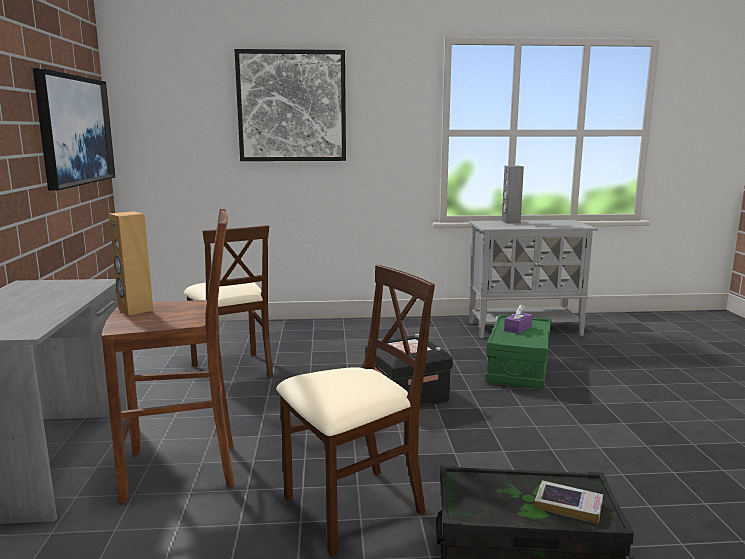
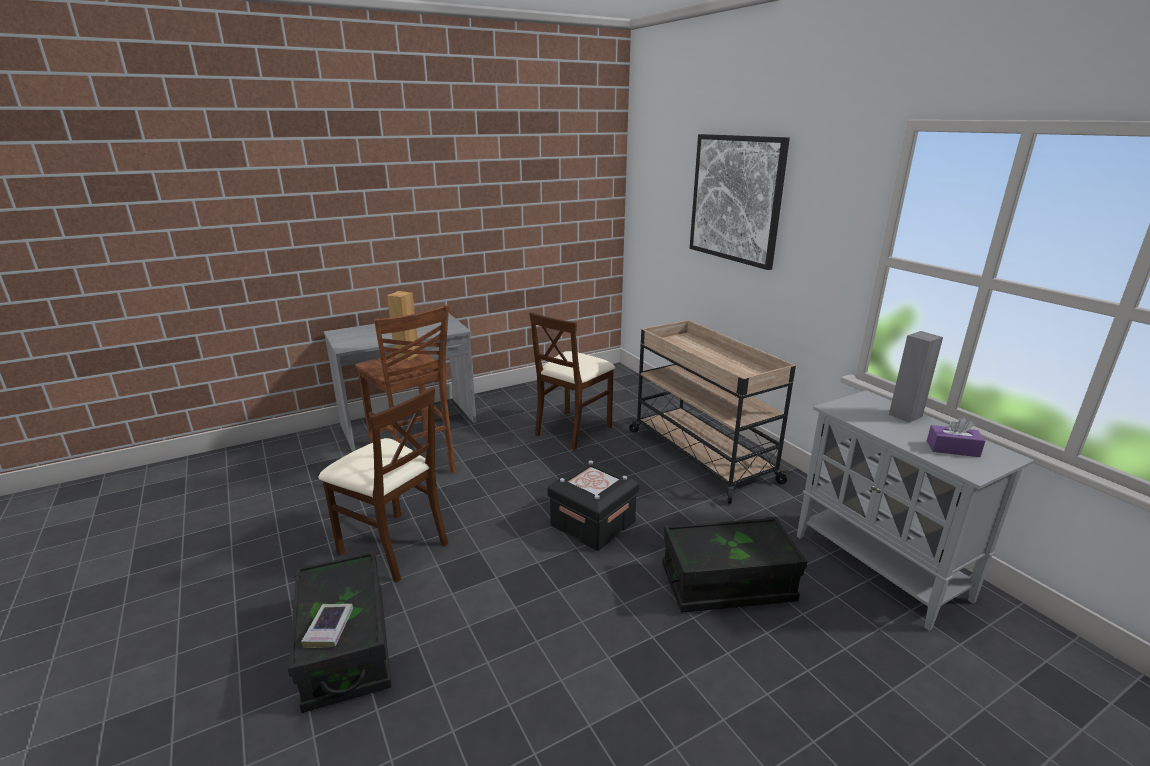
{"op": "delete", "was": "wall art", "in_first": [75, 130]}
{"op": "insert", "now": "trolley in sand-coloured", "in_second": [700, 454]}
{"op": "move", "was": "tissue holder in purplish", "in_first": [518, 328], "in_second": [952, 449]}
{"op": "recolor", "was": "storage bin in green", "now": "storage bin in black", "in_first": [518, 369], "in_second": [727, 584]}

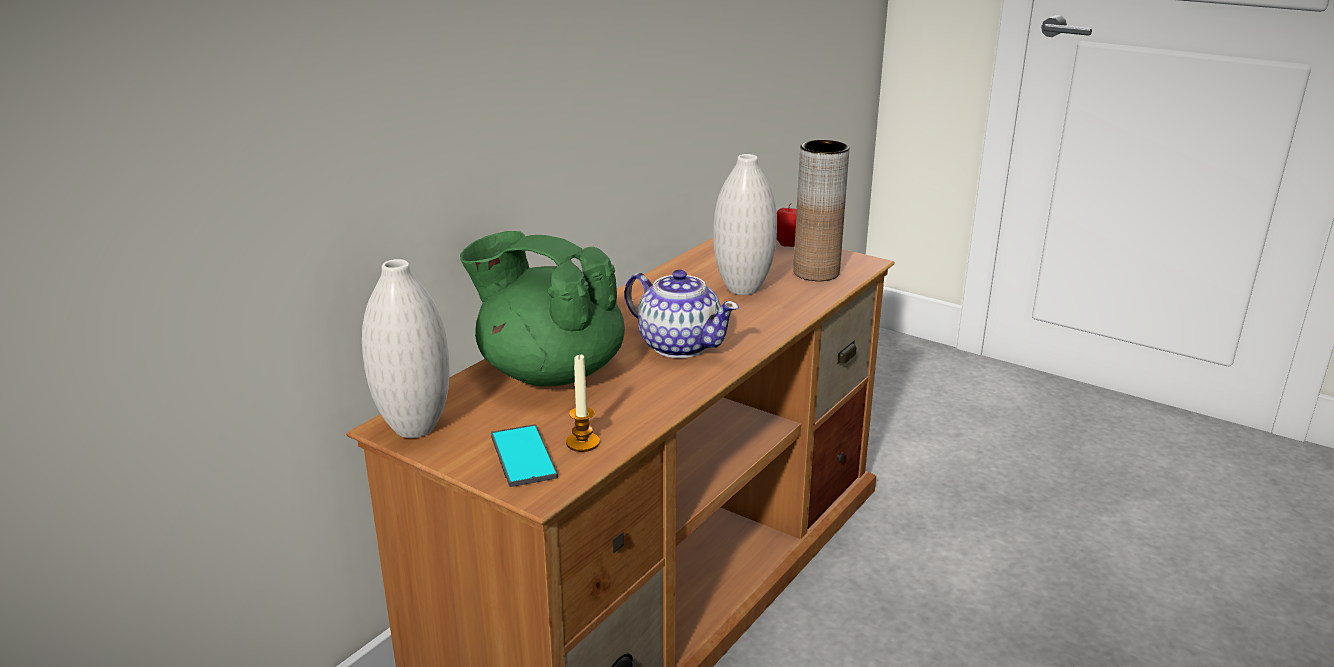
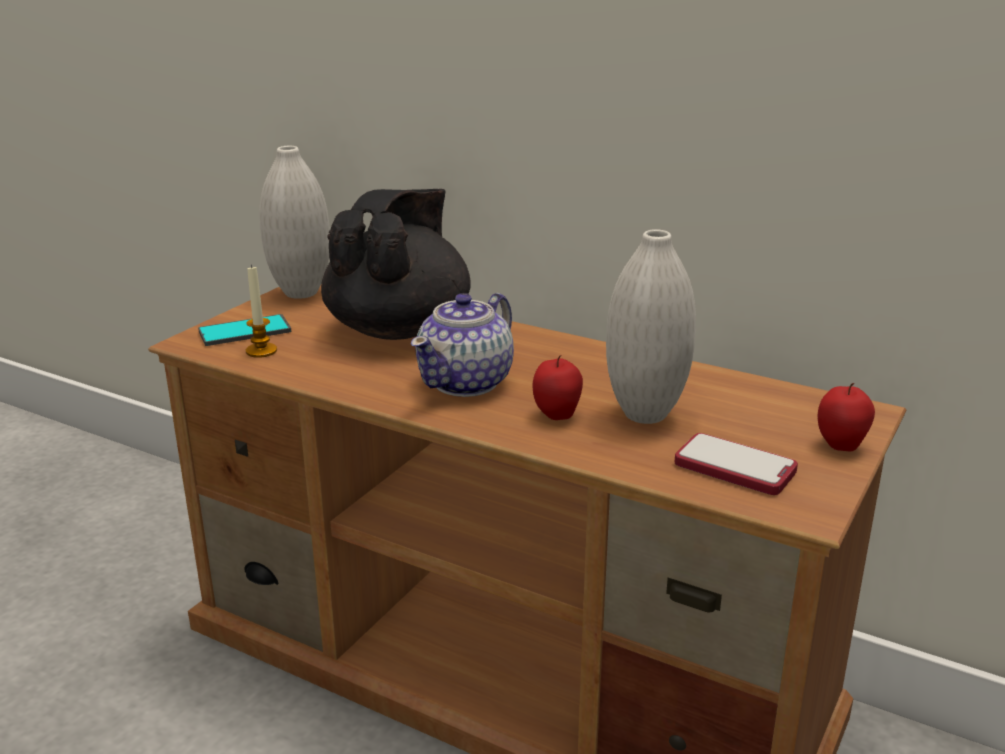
{"op": "insert", "now": "apple", "in_second": [557, 415]}
{"op": "replace", "was": "vase in brownish", "now": "phone", "in_first": [816, 273], "in_second": [734, 467]}
{"op": "recolor", "was": "pot for tea in green", "now": "pot for tea in black", "in_first": [549, 372], "in_second": [399, 328]}

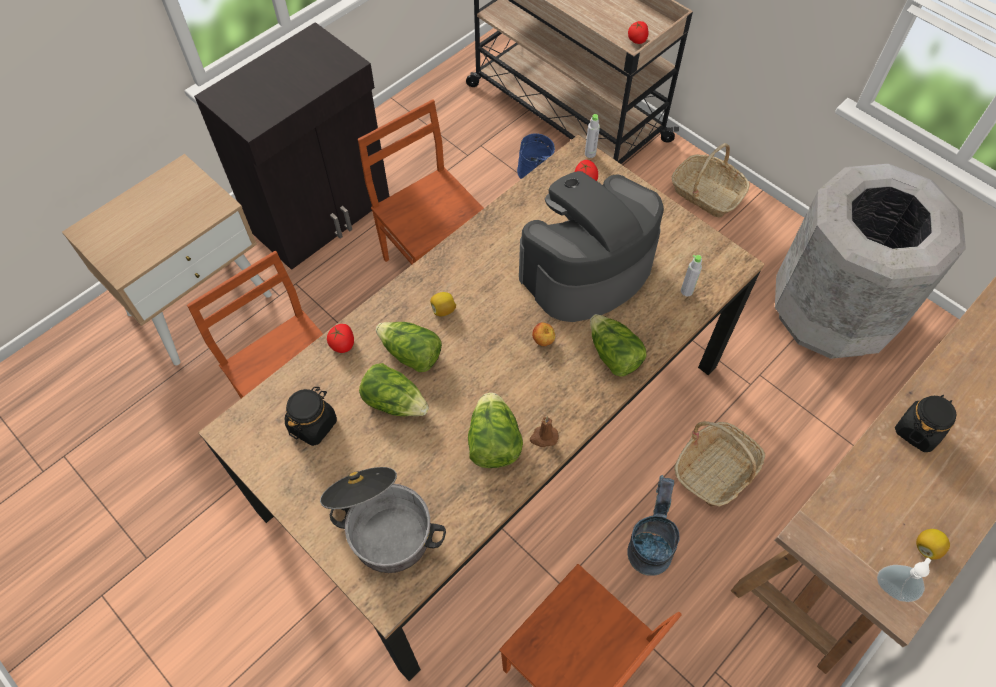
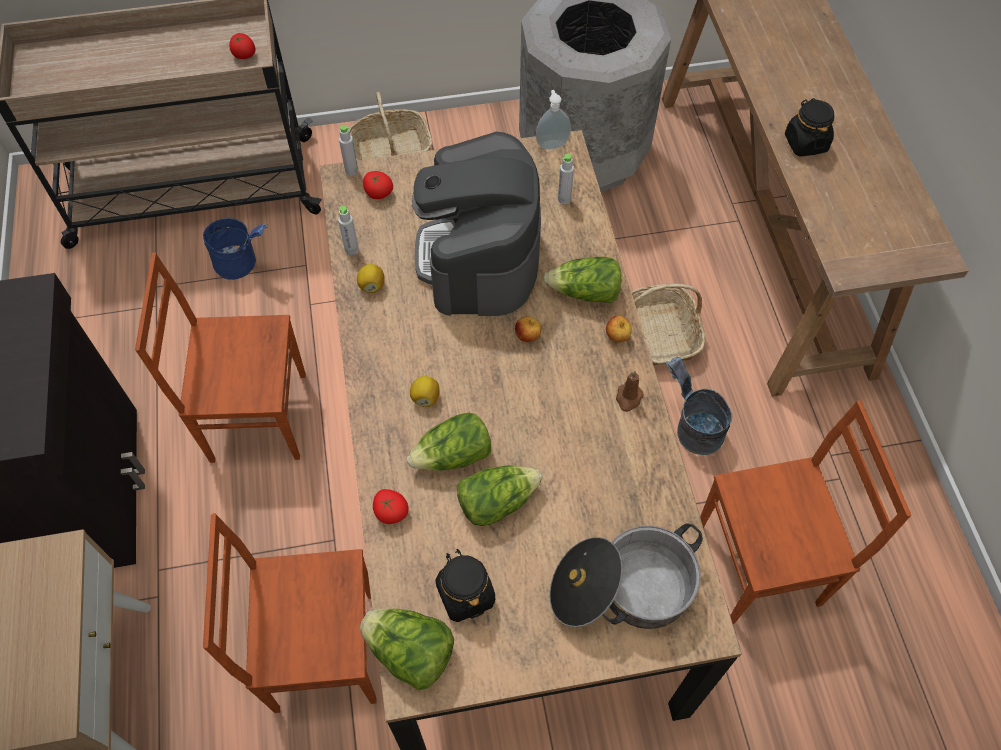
{"op": "insert", "now": "beverage bottle in greyish", "in_second": [351, 249]}
{"op": "insert", "now": "apple", "in_second": [617, 337]}
{"op": "move", "was": "lettuce", "in_first": [493, 442], "in_second": [410, 653]}
{"op": "move", "was": "soap bottle", "in_first": [891, 588], "in_second": [552, 144]}
{"op": "move", "was": "citrus fruit", "in_first": [926, 547], "in_second": [372, 286]}

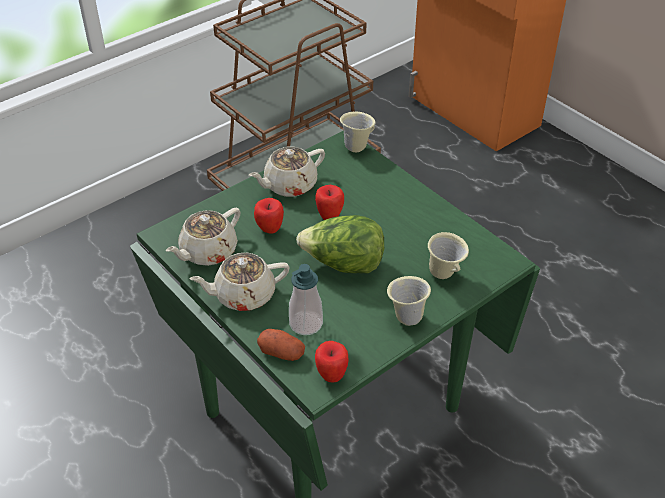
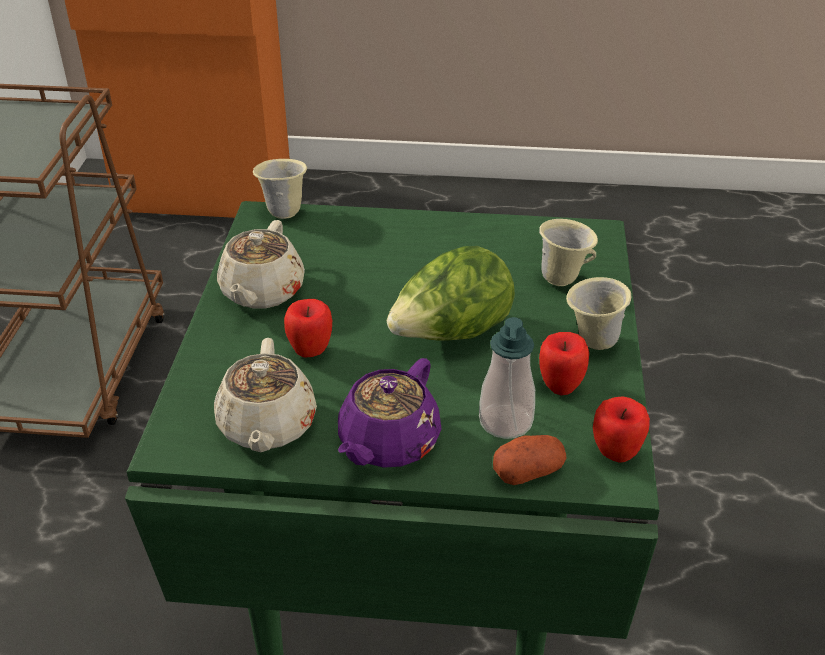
{"op": "move", "was": "apple", "in_first": [329, 216], "in_second": [560, 386]}
{"op": "recolor", "was": "pot for tea in sand-coloured", "now": "pot for tea in purplish", "in_first": [243, 295], "in_second": [387, 443]}

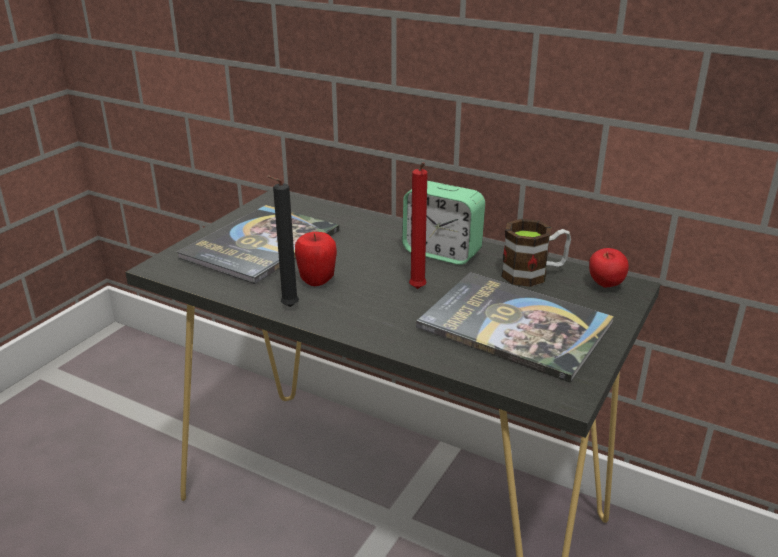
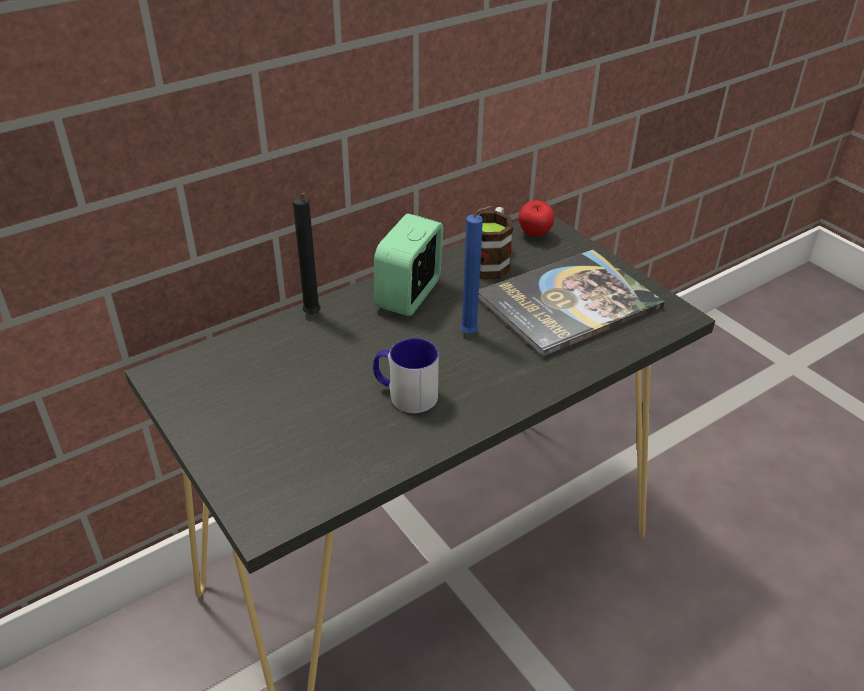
{"op": "delete", "was": "book", "in_first": [261, 245]}
{"op": "move", "was": "wax candle in black", "in_first": [287, 308], "in_second": [312, 316]}
{"op": "replace", "was": "apple", "now": "tea mug", "in_first": [317, 281], "in_second": [405, 394]}
{"op": "recolor", "was": "wax candle in red-coloured", "now": "wax candle in blue-coloured", "in_first": [418, 290], "in_second": [472, 334]}
{"op": "rotate", "was": "table clock", "in_first": [442, 252], "in_second": [409, 295], "clockwise": 150}

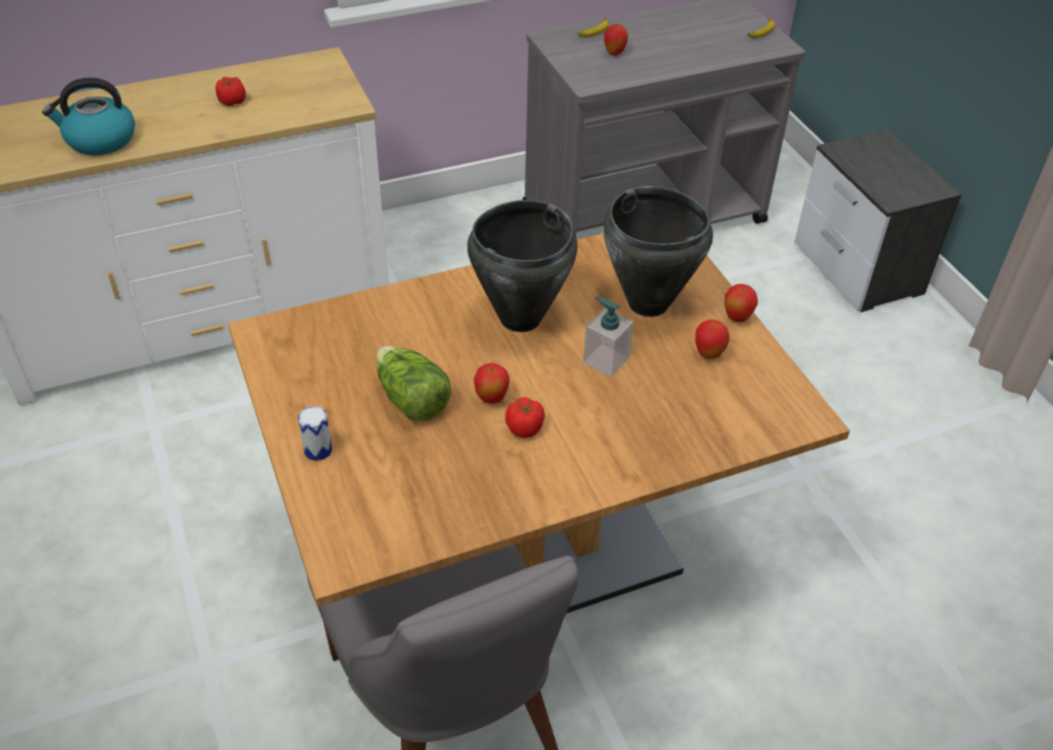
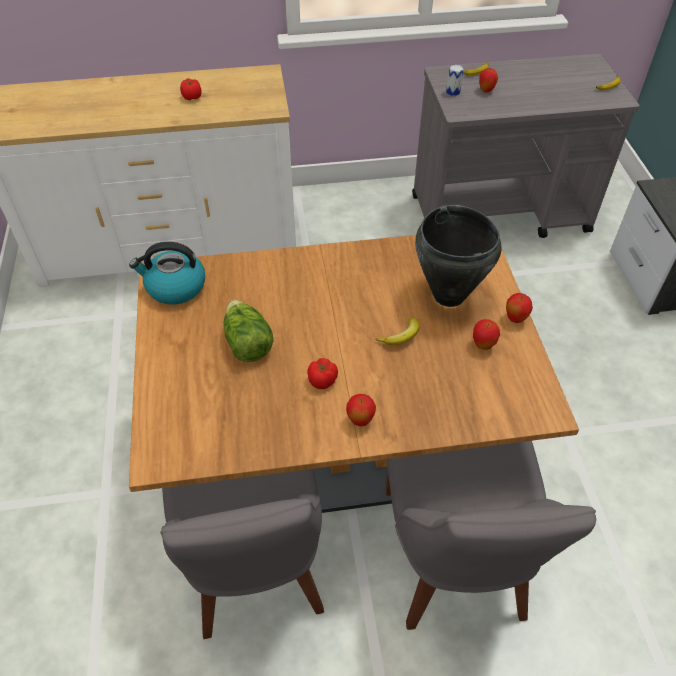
{"op": "delete", "was": "cooking pot in black", "in_first": [519, 318]}
{"op": "insert", "now": "chair in greyish", "in_second": [454, 561]}
{"op": "move", "was": "tea kettle", "in_first": [100, 140], "in_second": [175, 287]}
{"op": "move", "was": "sealed can", "in_first": [318, 450], "in_second": [453, 92]}
{"op": "move", "was": "apple", "in_first": [491, 399], "in_second": [360, 420]}
{"op": "replace", "was": "soap bottle", "now": "banana fruit", "in_first": [605, 360], "in_second": [401, 336]}

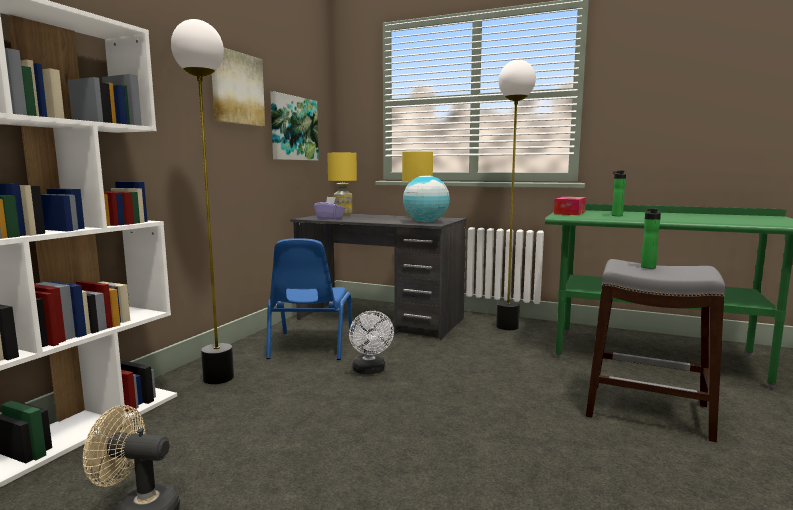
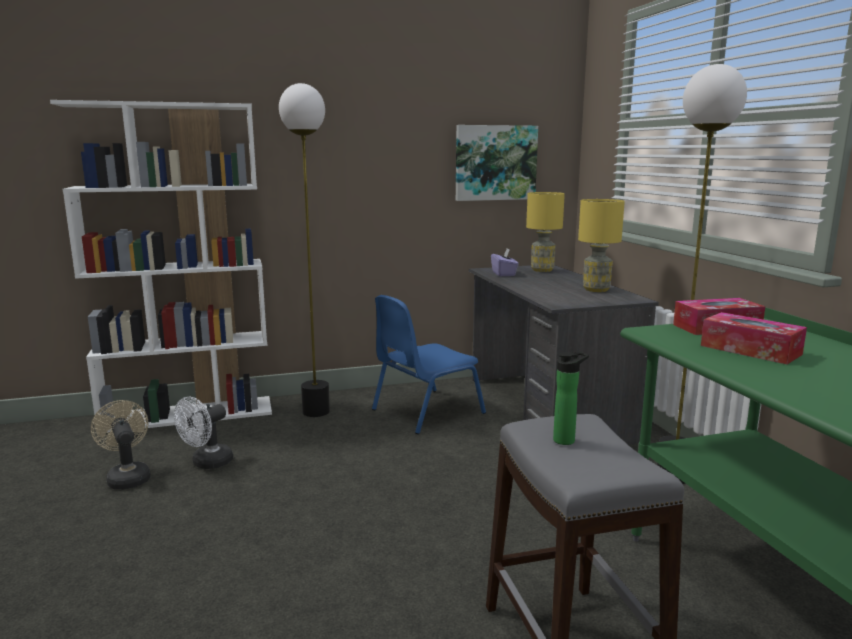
{"op": "delete", "was": "wall art", "in_first": [237, 88]}
{"op": "delete", "was": "world globe", "in_first": [426, 222]}
{"op": "move", "was": "electric fan in whitish", "in_first": [370, 371], "in_second": [207, 463]}
{"op": "replace", "was": "beverage bottle", "now": "tissue holder", "in_first": [616, 215], "in_second": [750, 350]}

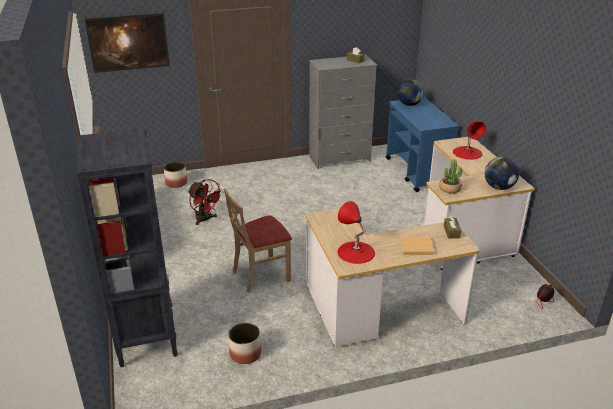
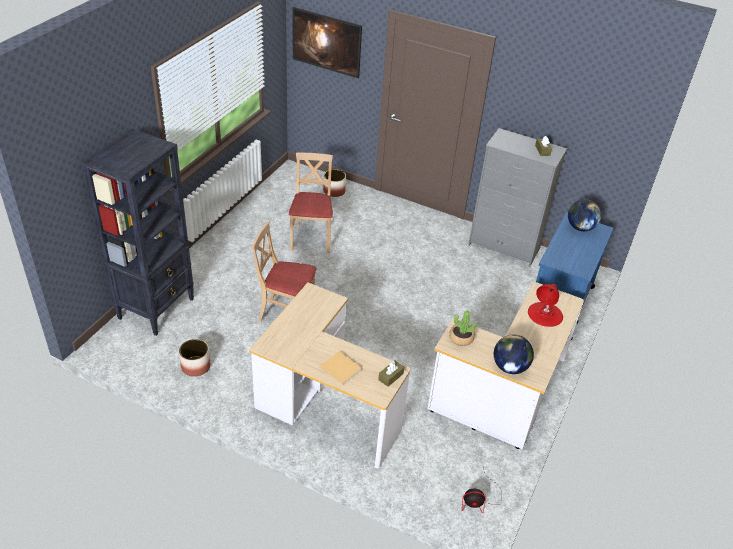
{"op": "delete", "was": "table lamp in red-coloured", "in_first": [356, 252]}
{"op": "replace", "was": "electric fan in red-coloured", "now": "chair in sand-coloured", "in_first": [205, 219], "in_second": [311, 239]}

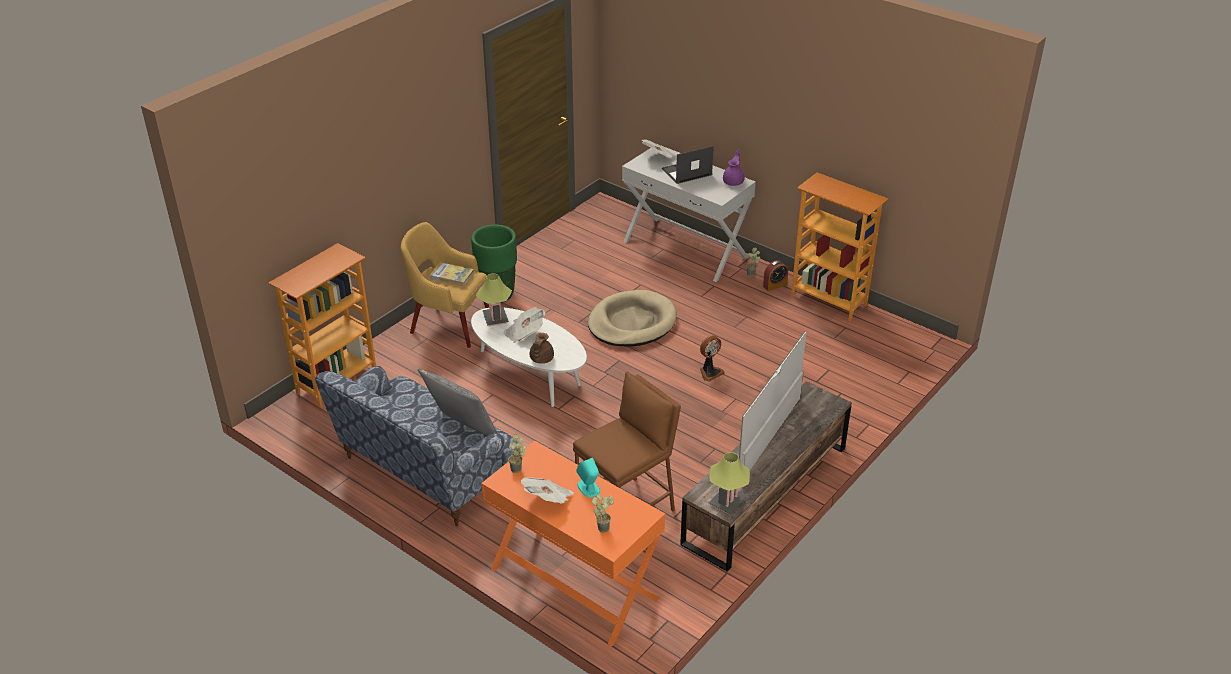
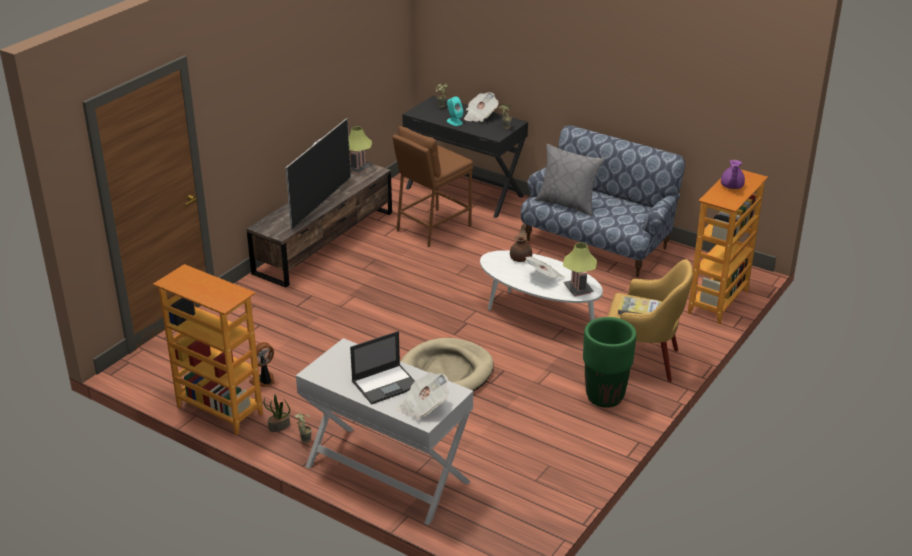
{"op": "move", "was": "electric fan", "in_first": [710, 372], "in_second": [264, 381]}
{"op": "move", "was": "pot for tea in purplish", "in_first": [733, 181], "in_second": [731, 186]}
{"op": "replace", "was": "table clock", "now": "houseplant", "in_first": [775, 285], "in_second": [279, 427]}
{"op": "recolor", "was": "desk in orange", "now": "desk in black", "in_first": [573, 583], "in_second": [465, 192]}

